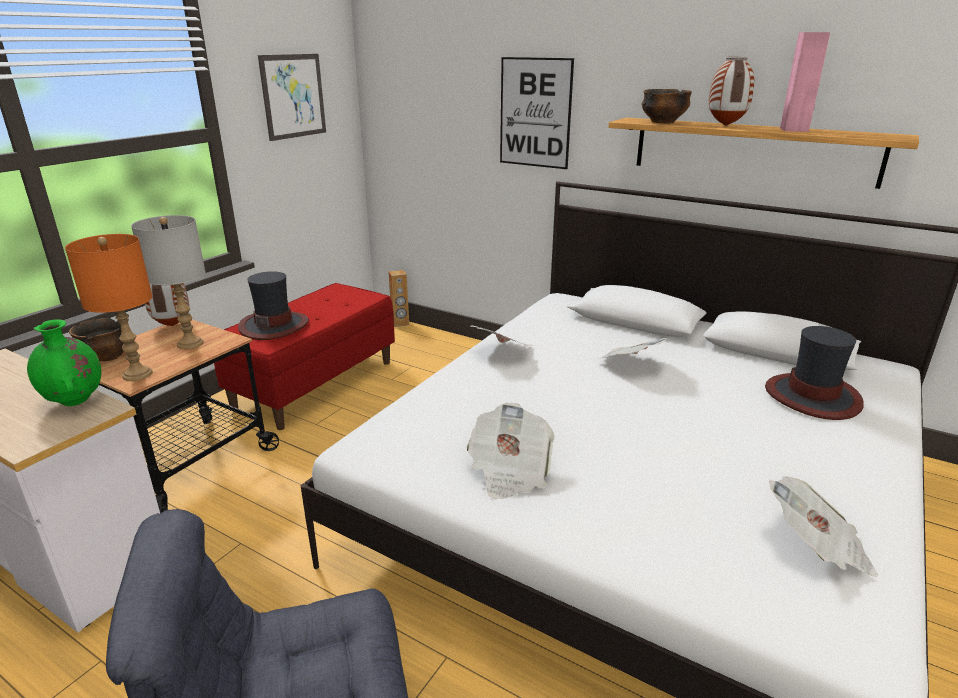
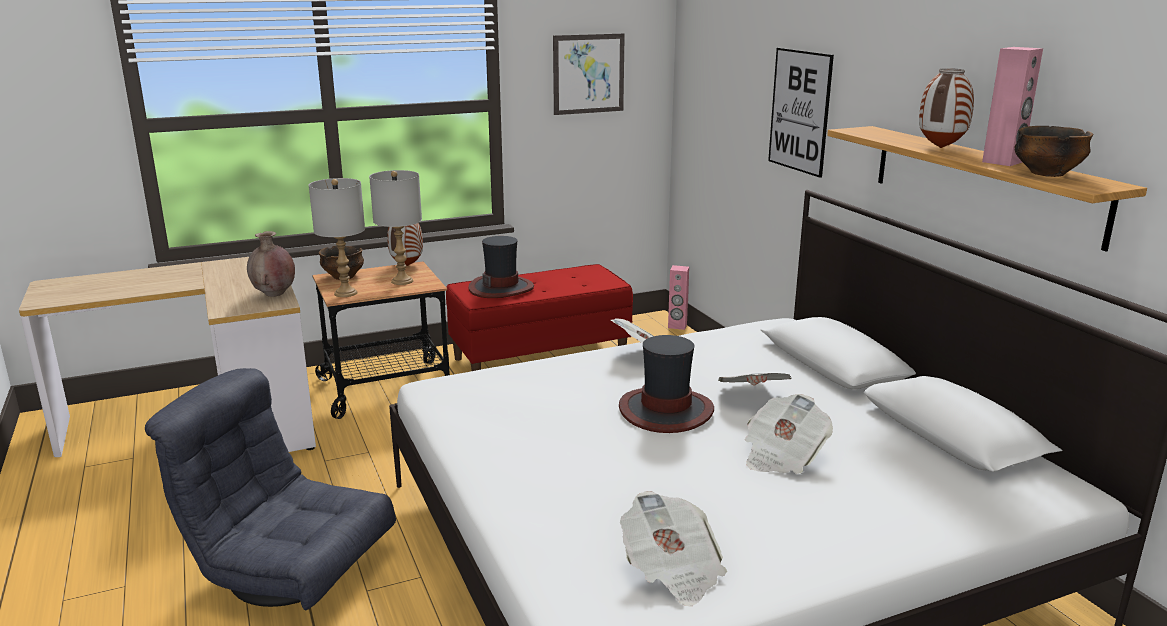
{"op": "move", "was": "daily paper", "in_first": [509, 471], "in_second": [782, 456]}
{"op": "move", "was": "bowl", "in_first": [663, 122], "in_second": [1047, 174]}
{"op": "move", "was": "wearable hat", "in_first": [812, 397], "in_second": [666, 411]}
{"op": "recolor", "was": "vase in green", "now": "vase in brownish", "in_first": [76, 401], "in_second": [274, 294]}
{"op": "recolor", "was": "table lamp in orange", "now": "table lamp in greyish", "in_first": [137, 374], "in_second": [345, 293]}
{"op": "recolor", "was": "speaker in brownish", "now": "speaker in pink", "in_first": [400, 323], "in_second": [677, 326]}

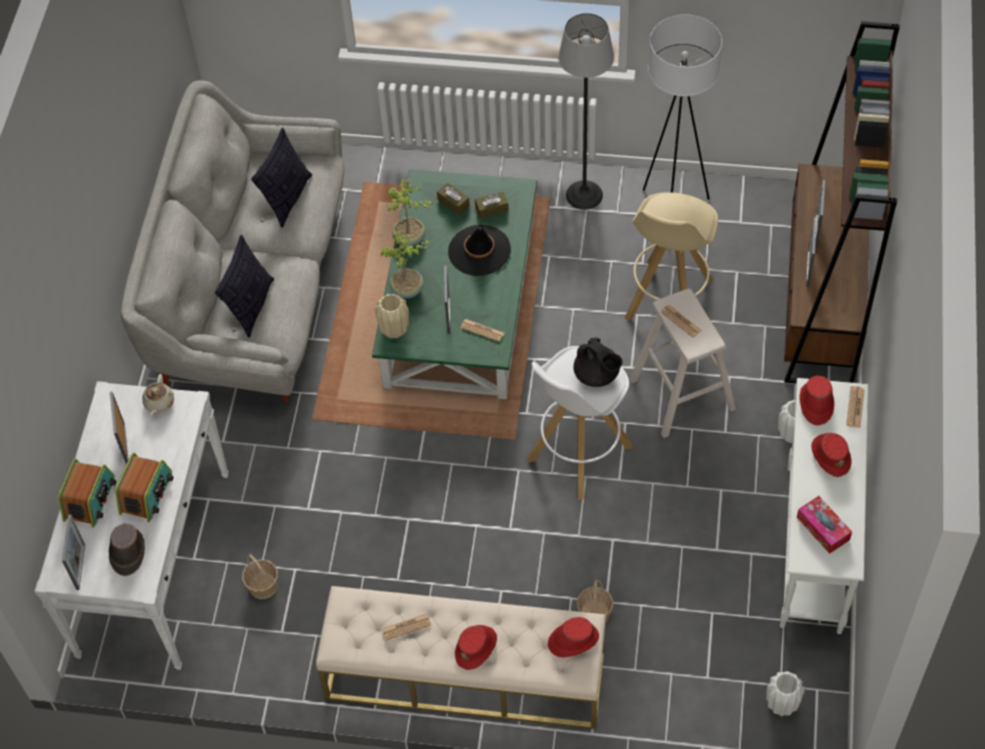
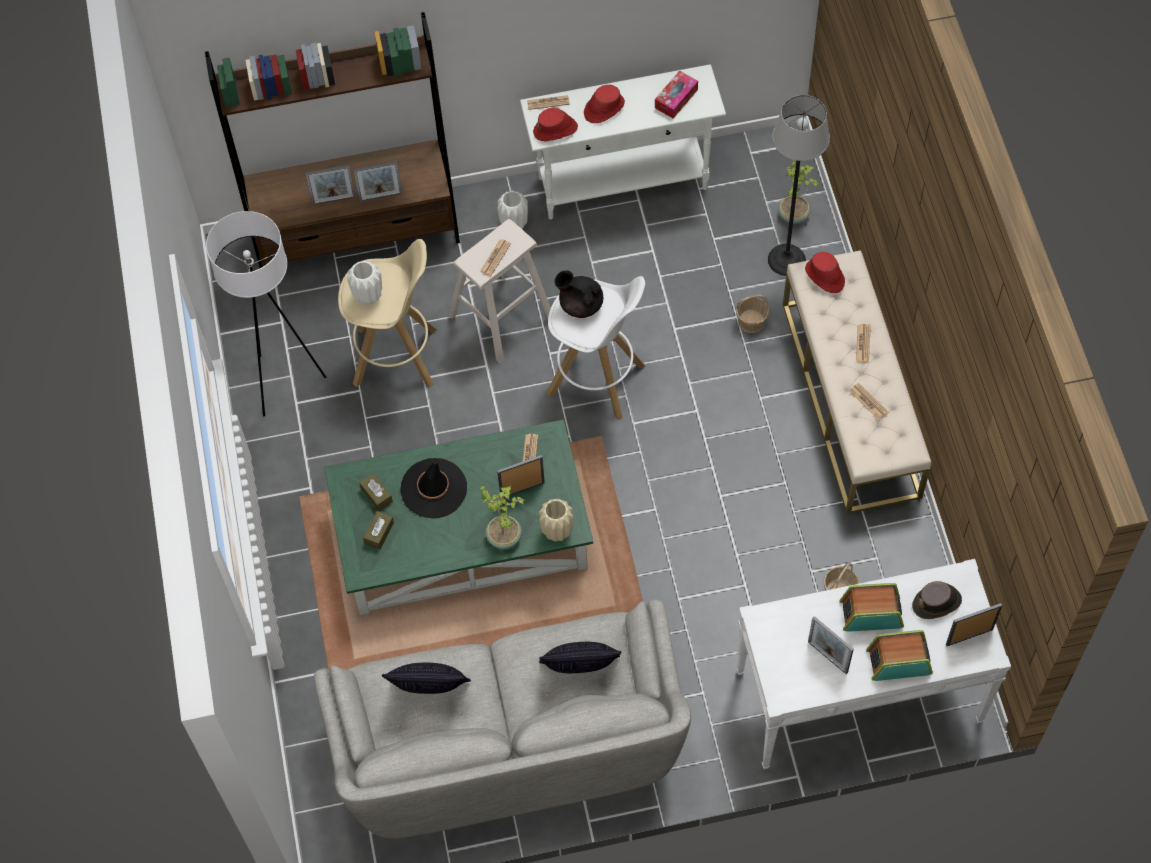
{"op": "delete", "was": "pot for tea in sand-coloured", "in_first": [159, 403]}
{"op": "move", "was": "houseplant", "in_first": [409, 239], "in_second": [794, 215]}
{"op": "move", "was": "standing lamp", "in_first": [584, 195], "in_second": [786, 260]}
{"op": "move", "was": "vase in whitish", "in_first": [782, 704], "in_second": [367, 296]}
{"op": "replace", "was": "wearable hat in red-coloured", "now": "daily paper", "in_first": [476, 648], "in_second": [863, 343]}
{"op": "rotate", "was": "standing frame", "in_first": [125, 444], "in_second": [827, 657], "clockwise": 75}
{"op": "rotate", "was": "pot for tea in black", "in_first": [597, 375], "in_second": [580, 304], "clockwise": -90}

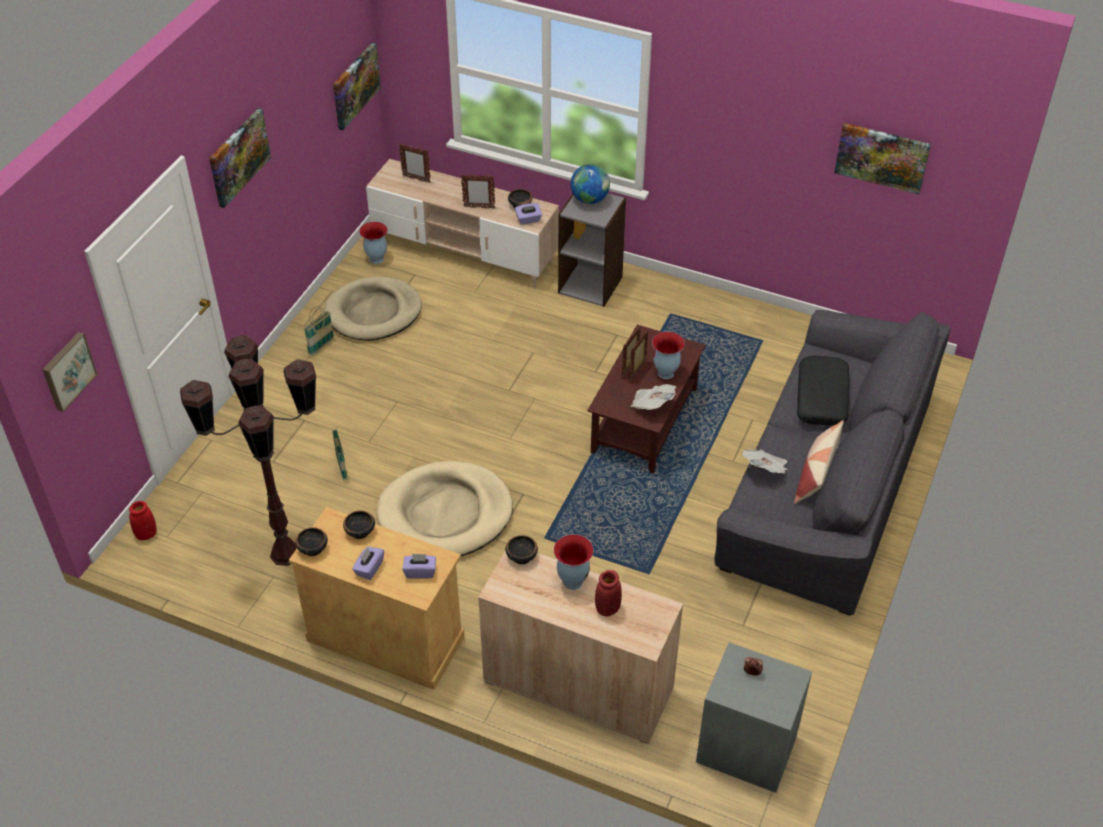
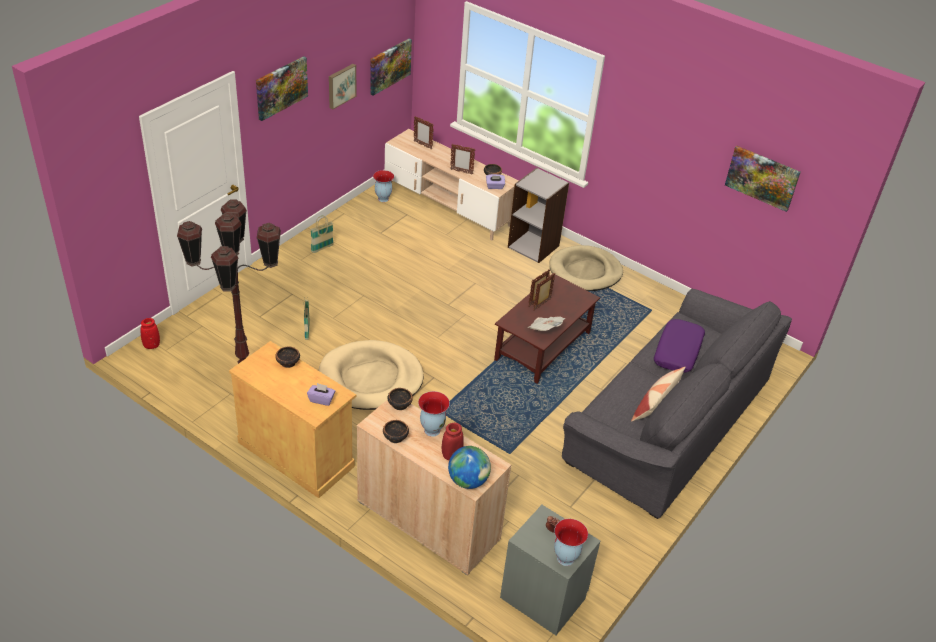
{"op": "delete", "was": "tissue holder in purplish", "in_first": [369, 568]}
{"op": "delete", "was": "daily paper", "in_first": [765, 469]}
{"op": "move", "was": "wall art", "in_first": [67, 370], "in_second": [341, 85]}
{"op": "move", "was": "bowl", "in_first": [312, 548], "in_second": [395, 437]}
{"op": "move", "was": "pet bed in sand-coloured", "in_first": [373, 312], "in_second": [585, 271]}
{"op": "move", "was": "world globe", "in_first": [589, 199], "in_second": [468, 480]}
{"op": "move", "was": "vase", "in_first": [666, 373], "in_second": [565, 559]}
{"op": "recolor", "was": "pillow in black", "now": "pillow in purplish", "in_first": [822, 398], "in_second": [678, 352]}

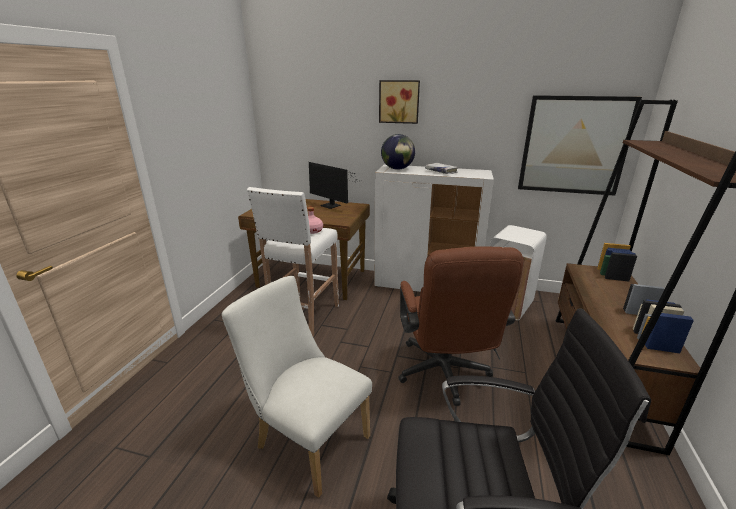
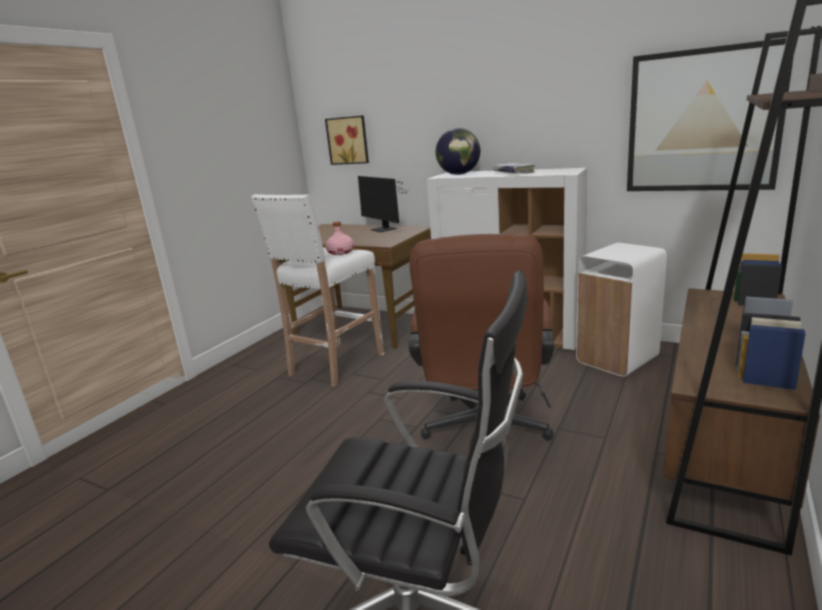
{"op": "delete", "was": "chair in whitish", "in_first": [307, 439]}
{"op": "move", "was": "wall art", "in_first": [399, 101], "in_second": [348, 140]}

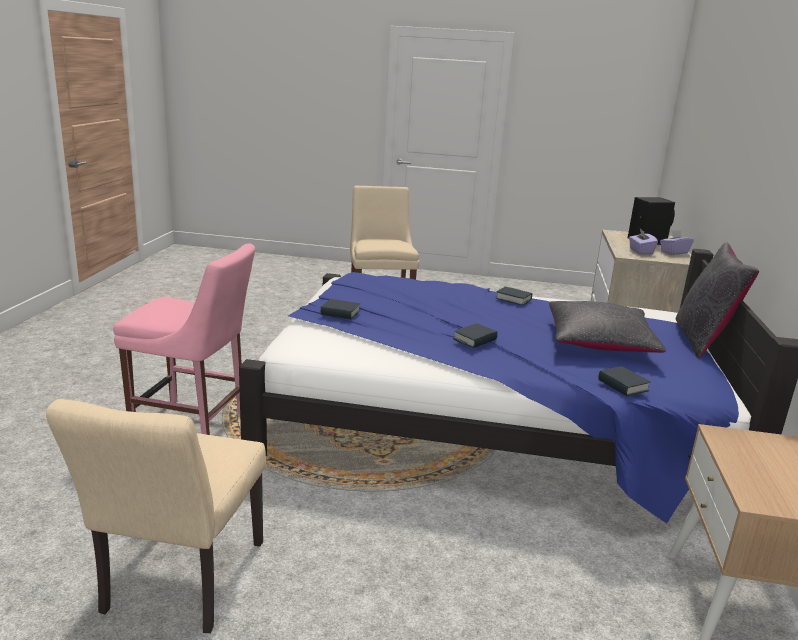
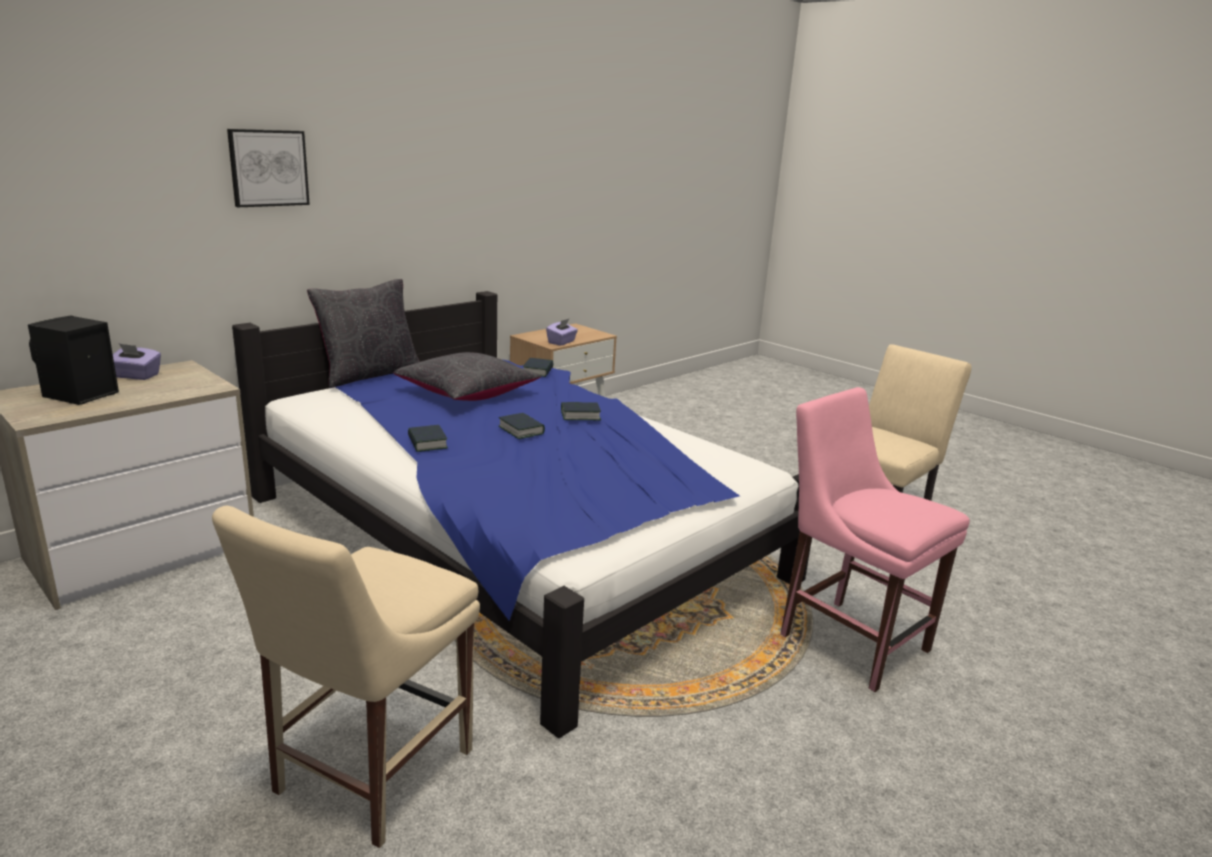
{"op": "insert", "now": "wall art", "in_second": [268, 168]}
{"op": "move", "was": "book", "in_first": [340, 313], "in_second": [521, 430]}
{"op": "move", "was": "tissue holder in purplish", "in_first": [640, 251], "in_second": [561, 342]}

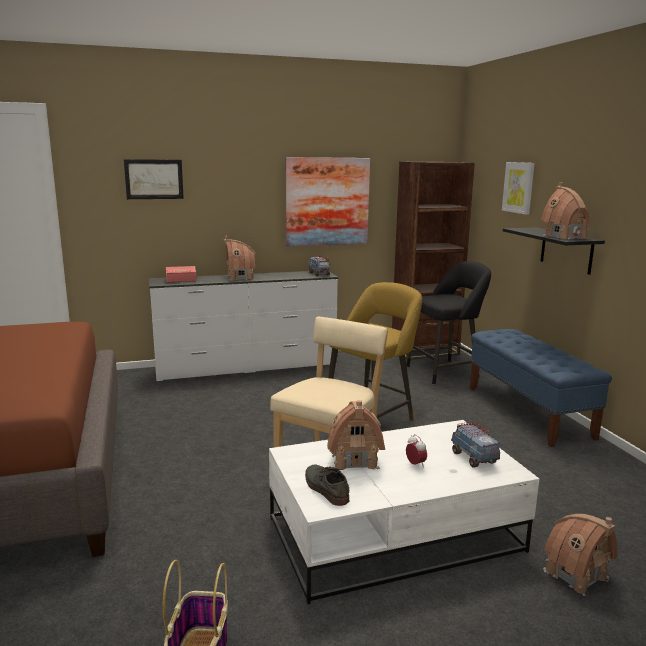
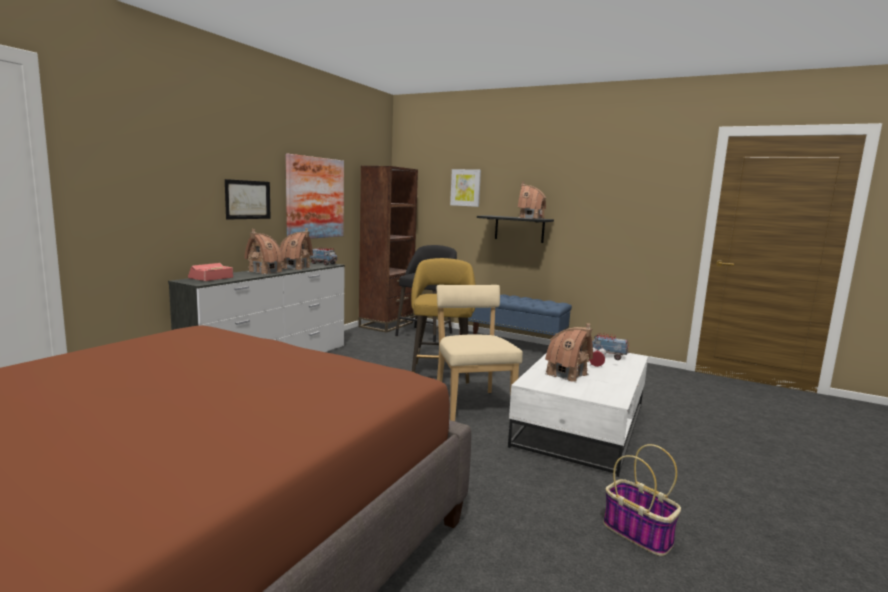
{"op": "delete", "was": "item of footwear in greyish", "in_first": [325, 488]}
{"op": "move", "was": "wall art", "in_first": [154, 179], "in_second": [248, 199]}
{"op": "move", "was": "toy house", "in_first": [576, 574], "in_second": [295, 268]}

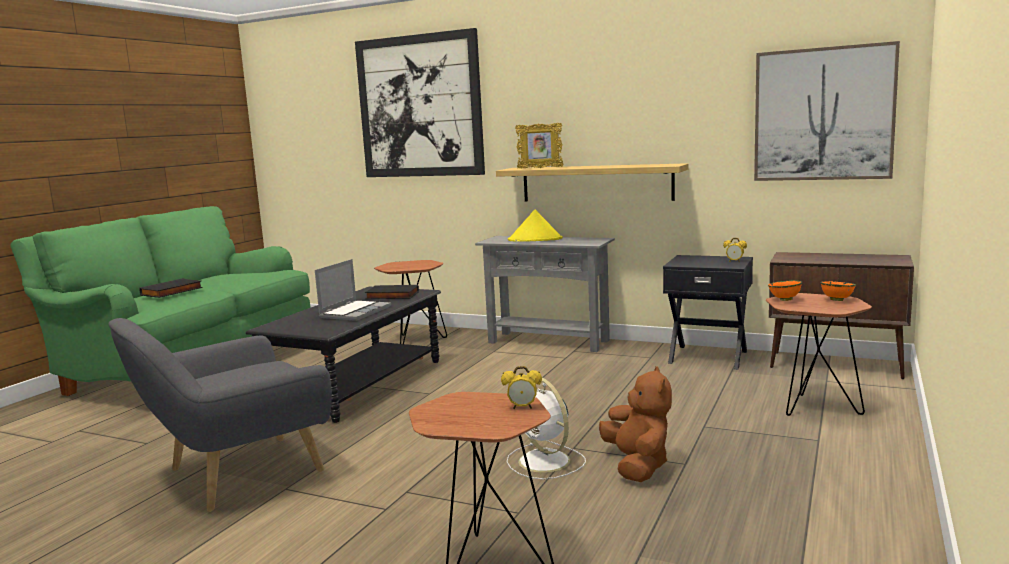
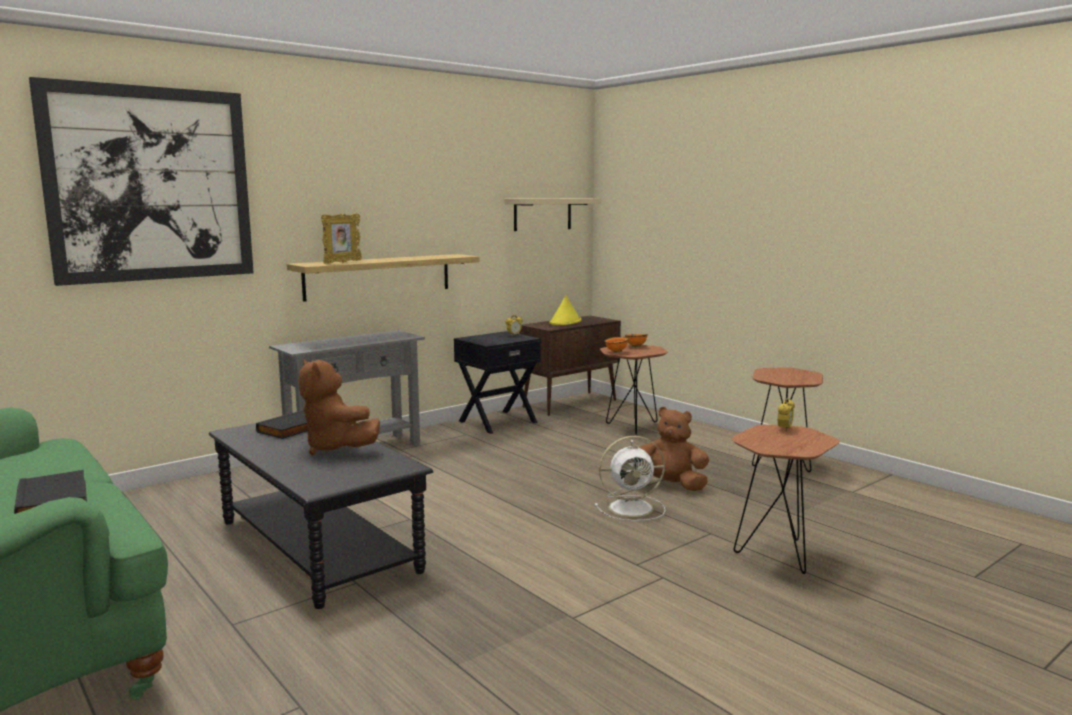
{"op": "delete", "was": "armchair in greyish", "in_first": [236, 474]}
{"op": "move", "was": "end table in brownish", "in_first": [414, 340], "in_second": [781, 464]}
{"op": "move", "was": "wearable hat in yellowish", "in_first": [535, 240], "in_second": [565, 322]}
{"op": "replace", "was": "portable computer", "now": "cuddly toy in brownish", "in_first": [355, 312], "in_second": [336, 448]}
{"op": "replace", "was": "wall art", "now": "bracket shelf in sand-coloured", "in_first": [823, 114], "in_second": [542, 214]}

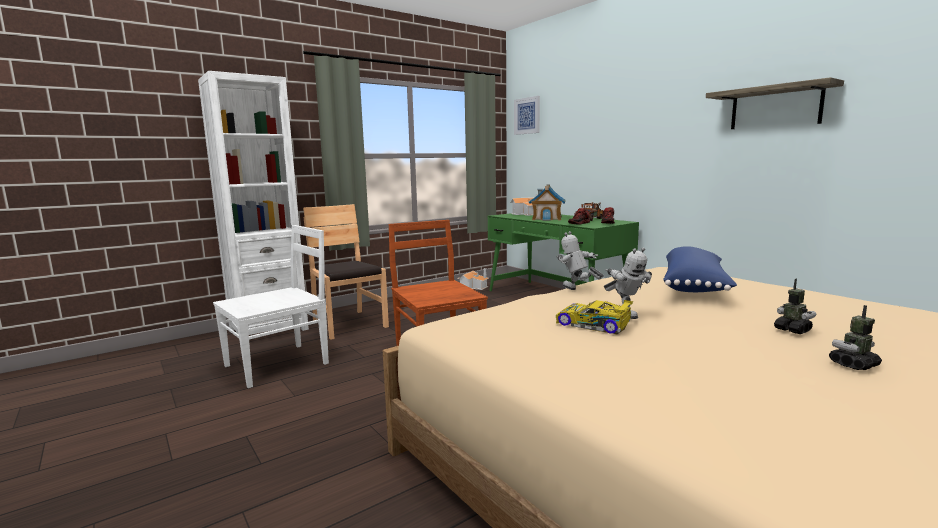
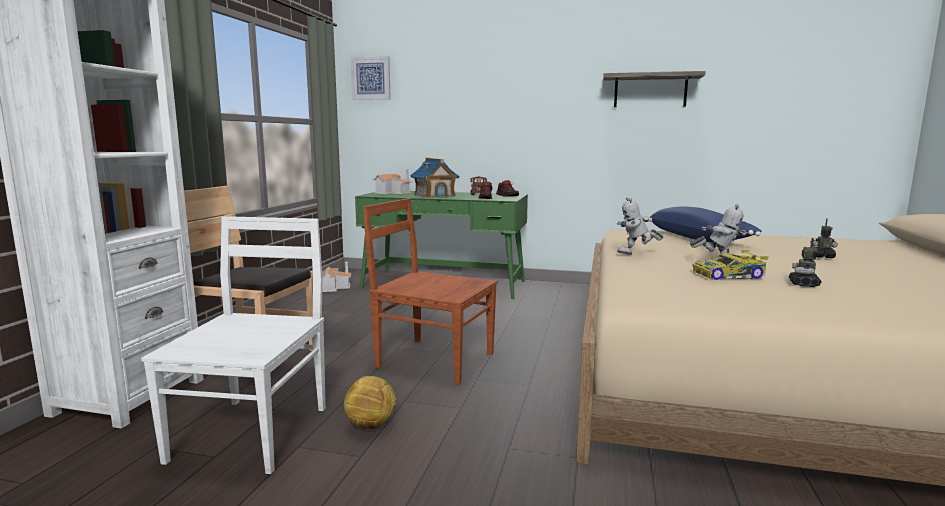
{"op": "insert", "now": "football", "in_second": [371, 425]}
{"op": "move", "was": "toy robot", "in_first": [853, 364], "in_second": [803, 284]}

